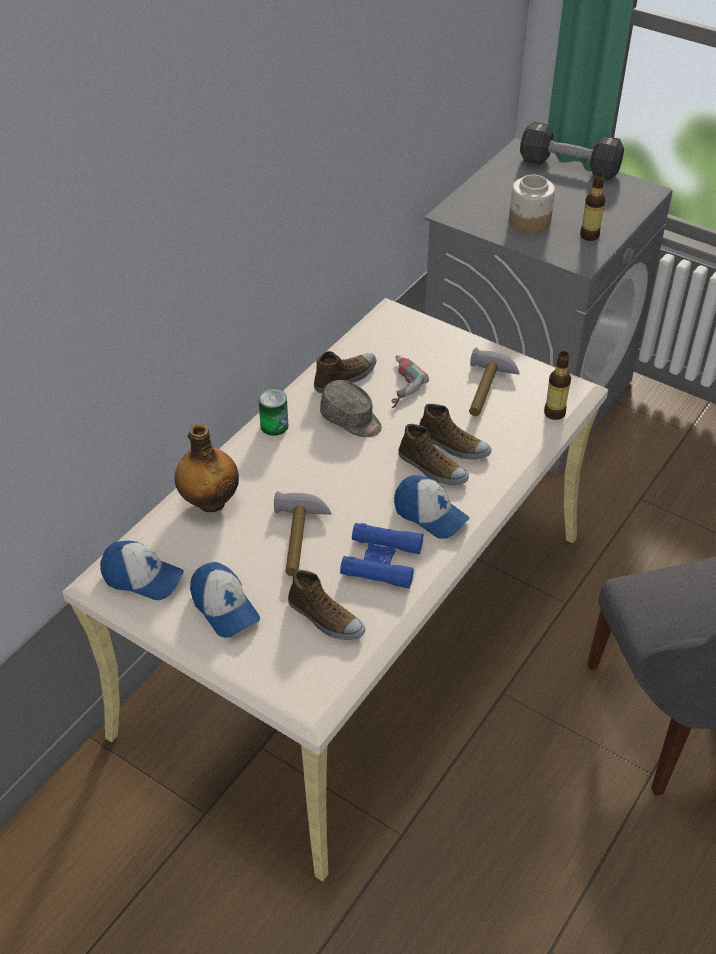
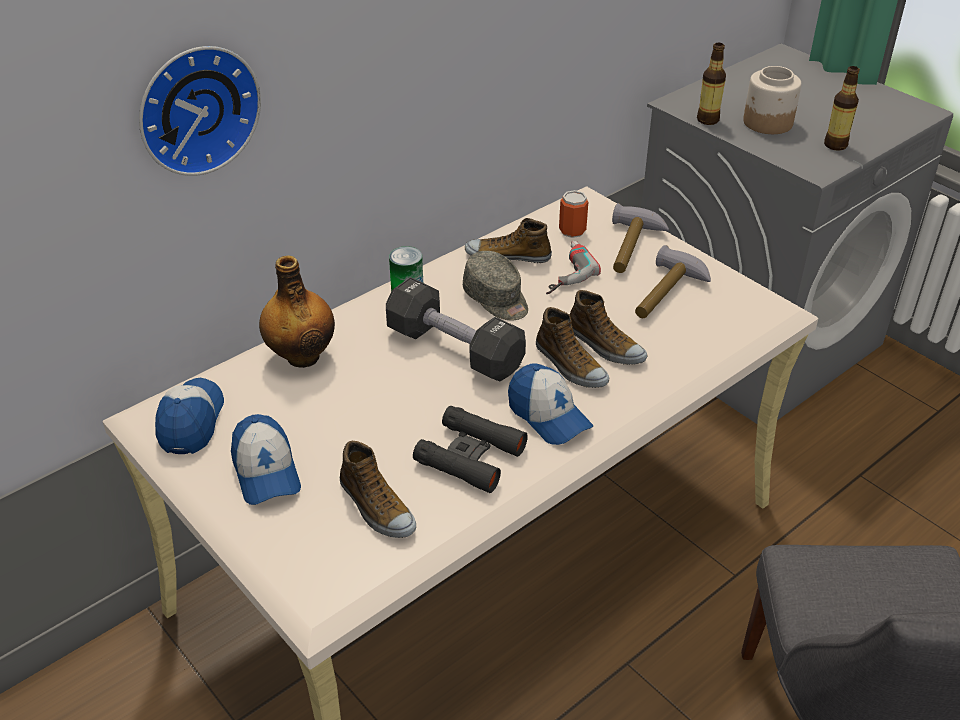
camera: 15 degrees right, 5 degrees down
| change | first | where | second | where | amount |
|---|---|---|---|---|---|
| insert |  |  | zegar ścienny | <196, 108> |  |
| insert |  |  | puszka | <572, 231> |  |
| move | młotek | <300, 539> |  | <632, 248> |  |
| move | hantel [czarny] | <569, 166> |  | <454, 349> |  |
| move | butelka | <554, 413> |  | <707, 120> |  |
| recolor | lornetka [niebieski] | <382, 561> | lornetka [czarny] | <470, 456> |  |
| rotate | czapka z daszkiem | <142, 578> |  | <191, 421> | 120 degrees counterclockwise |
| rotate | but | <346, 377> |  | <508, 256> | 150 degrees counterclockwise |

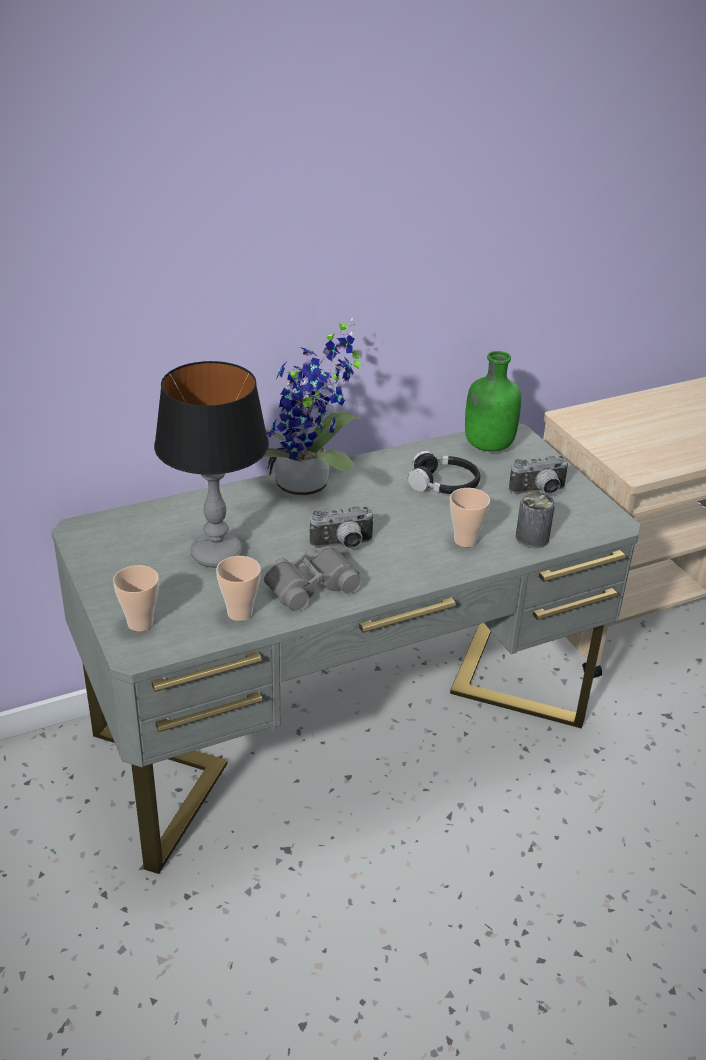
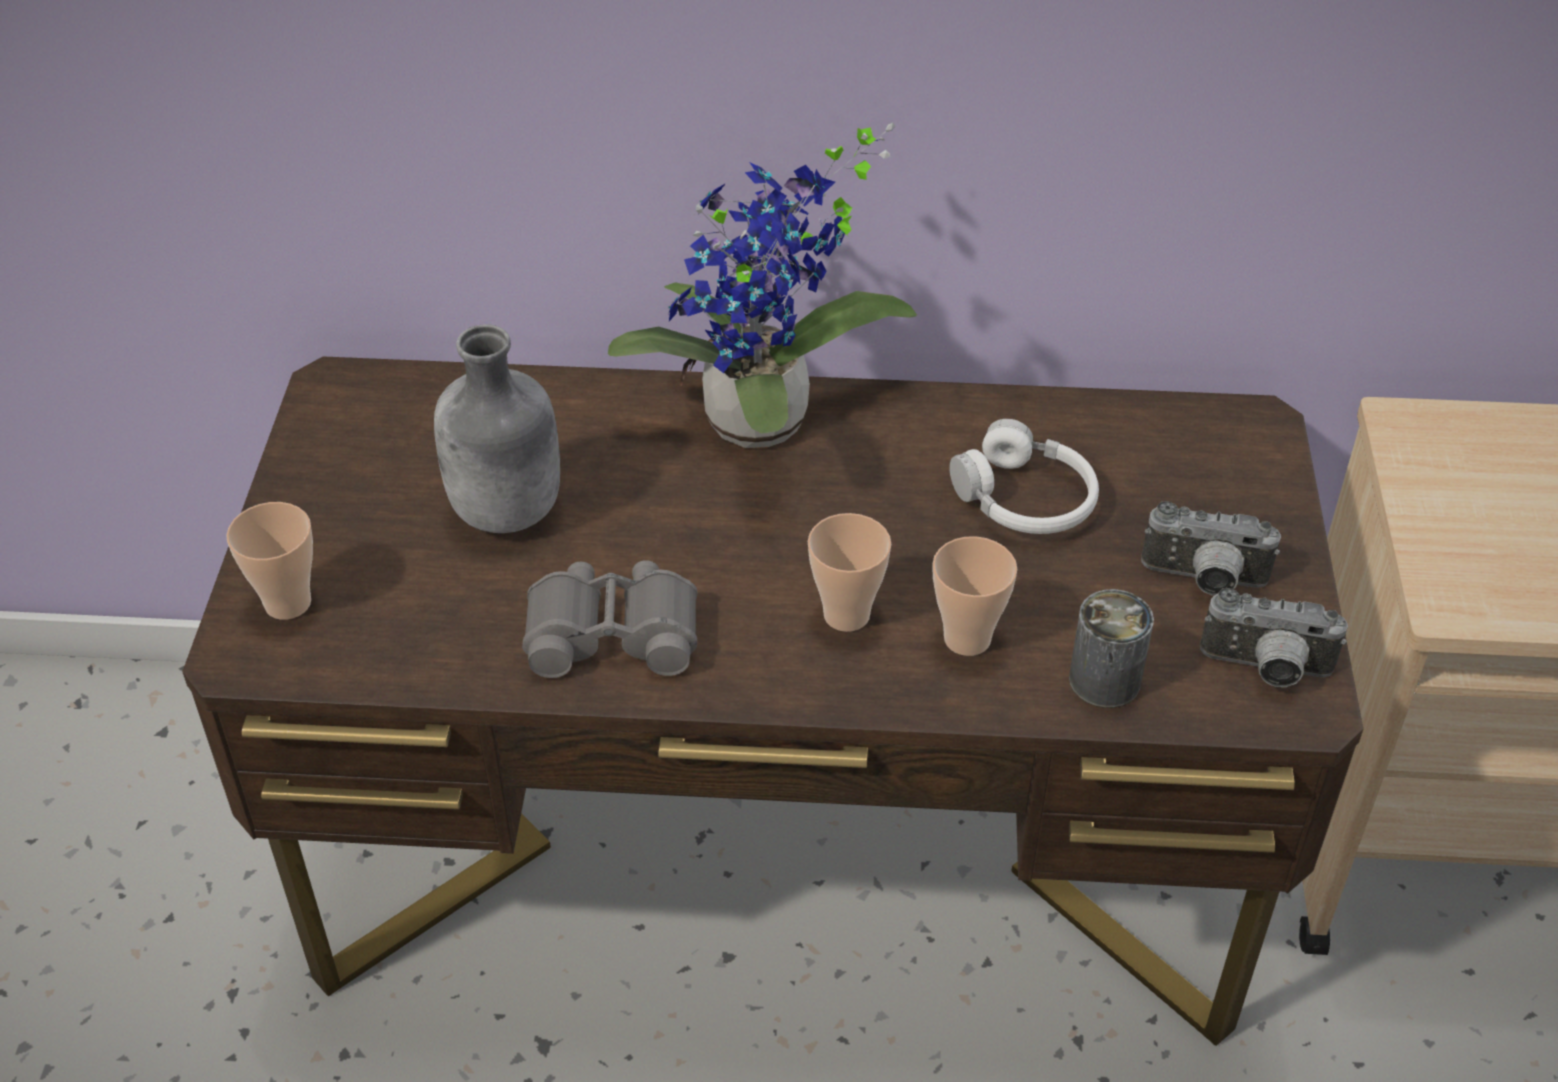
camera: 30 degrees right, 10 degrees up
| change | first | where | second | where | amount |
|---|---|---|---|---|---|
| delete | butelka [zielony] | <487, 445> |  |  |  |
| move | filiżanka | <240, 613> |  | <846, 615> |  |
| move | aparat fotograficzny | <343, 546> |  | <1265, 670> |  |
| replace | lampa stołowa | <217, 555> | butelka [szary] | <507, 512> |  |
| recolor | biurko [szary] | <343, 728> | biurko [brązowy] | <779, 861> |  |
| recolor | słuchawki [czarny] | <444, 484> | słuchawki [biały] | <1024, 499> |  |

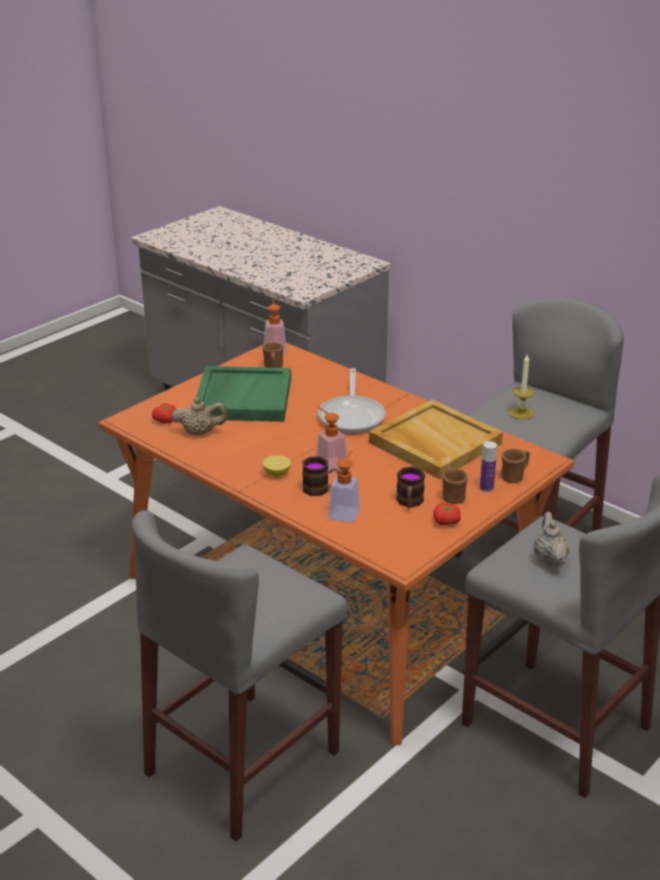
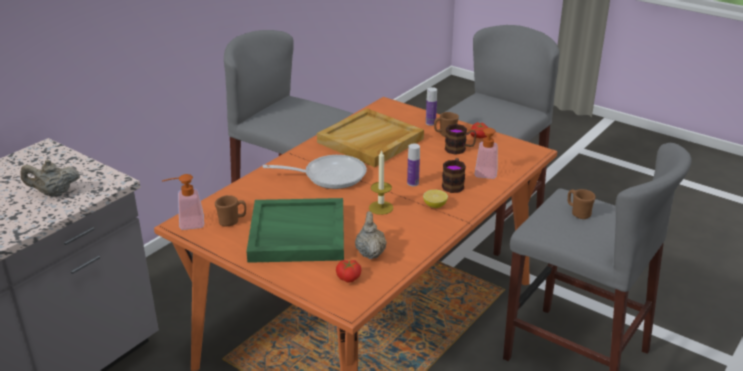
camera: 95 degrees left, 0 degrees up
| change | first | where | second | where | amount |
|---|---|---|---|---|---|
| move | kubek [brązowy] | <514, 476> |  | <578, 213> |  |
| move | świeca | <521, 413> |  | <381, 208> |  |
| move | imbryk [beżowy] | <549, 558> |  | <54, 193> |  |
| replace | dozownik mydła | <328, 464> | butelka | <413, 183> |  |

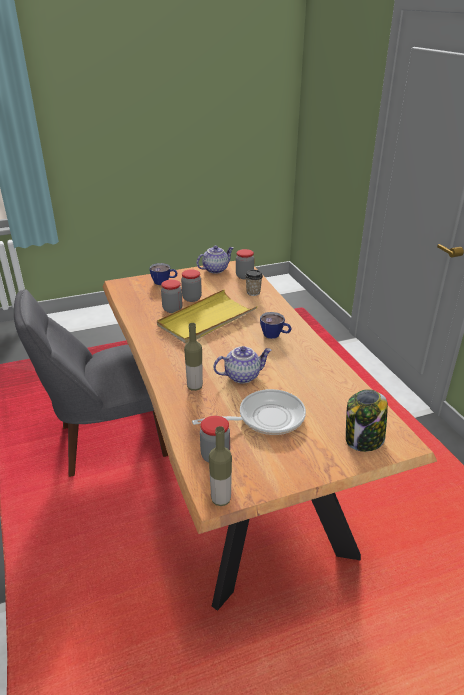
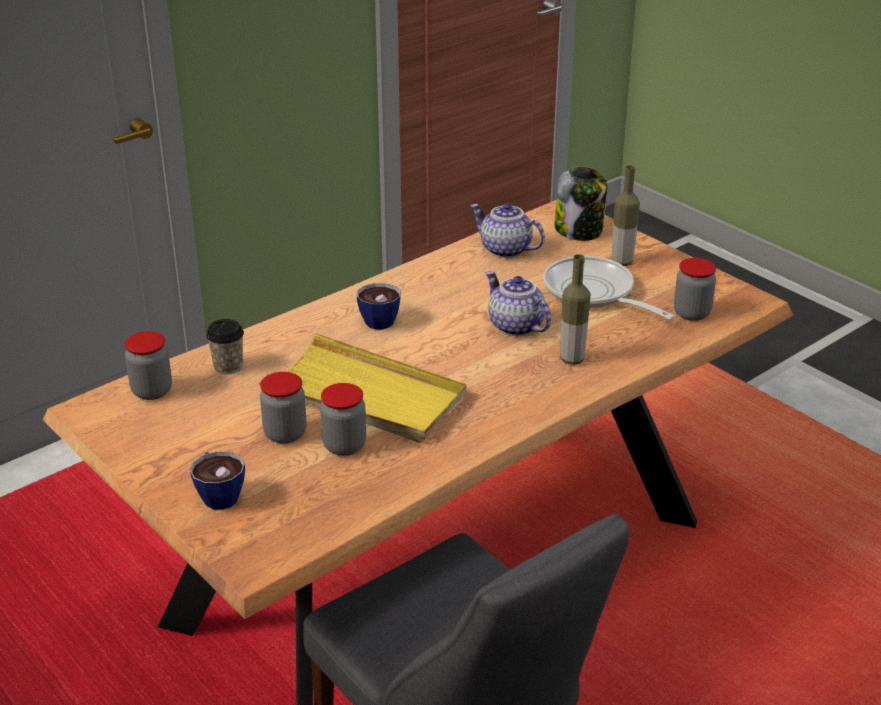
camera: 110 degrees left, 0 degrees up
| change | first | where | second | where | amount |
|---|---|---|---|---|---|
| move | imbryk | <215, 269> |  | <504, 250> |  |
| move | butelka | <221, 499> |  | <622, 262> |  |

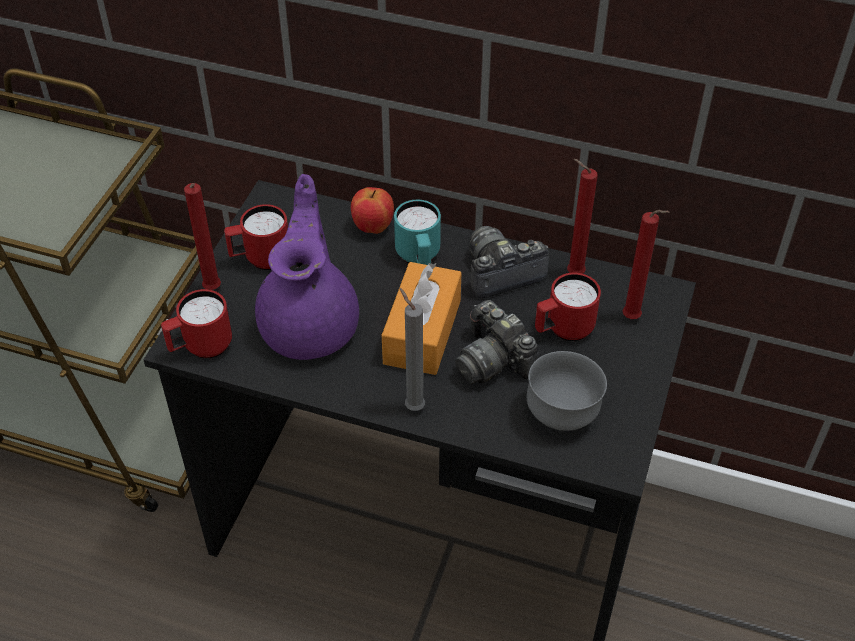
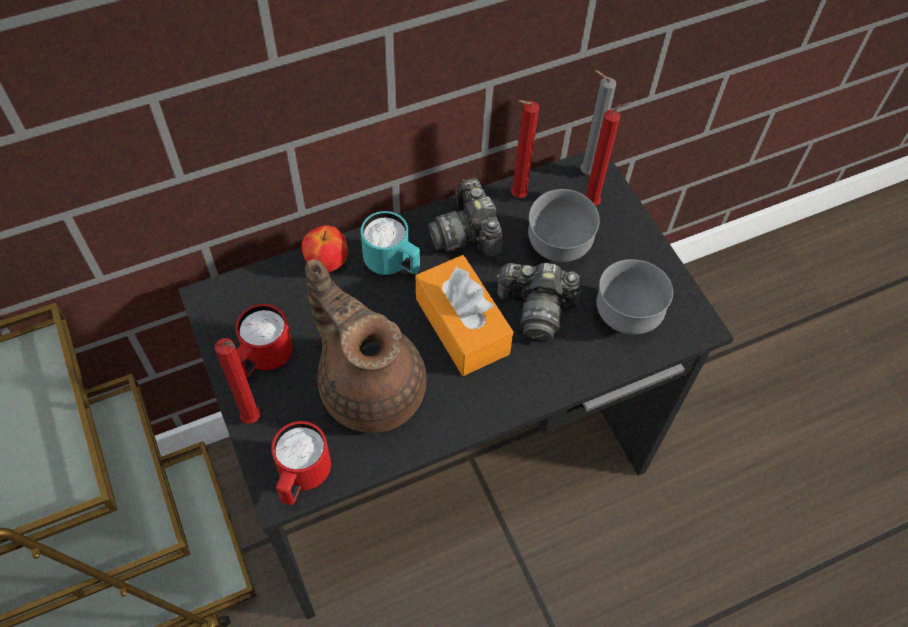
camera: 45 degrees left, 10 degrees up
| change | first | where | second | where | amount |
|---|---|---|---|---|---|
| move | świeca [szary] | <412, 405> |  | <584, 172> |  |
| replace | kubek [czerwony] | <563, 330> | miska [szary] | <557, 248> |  |
| recolor | imbryk [fioletowy] | <311, 324> | imbryk [brązowy] | <370, 385> |  |
| rotate | aparat fotograficzny | <501, 273> |  | <467, 233> | 45 degrees counterclockwise |

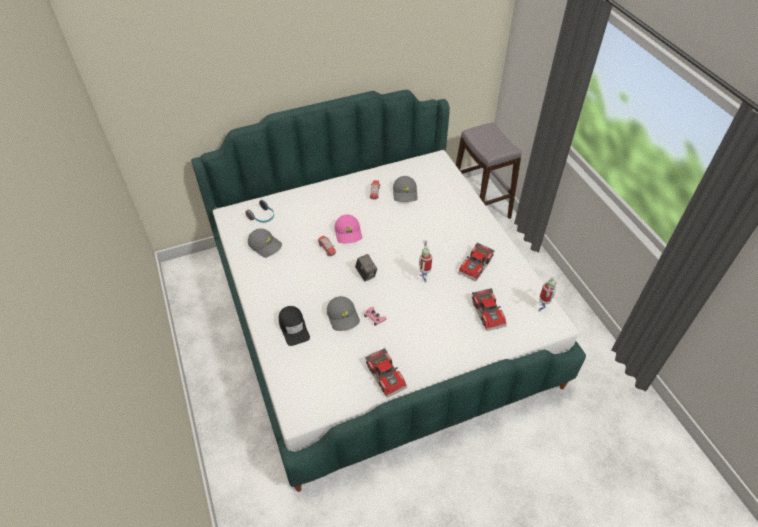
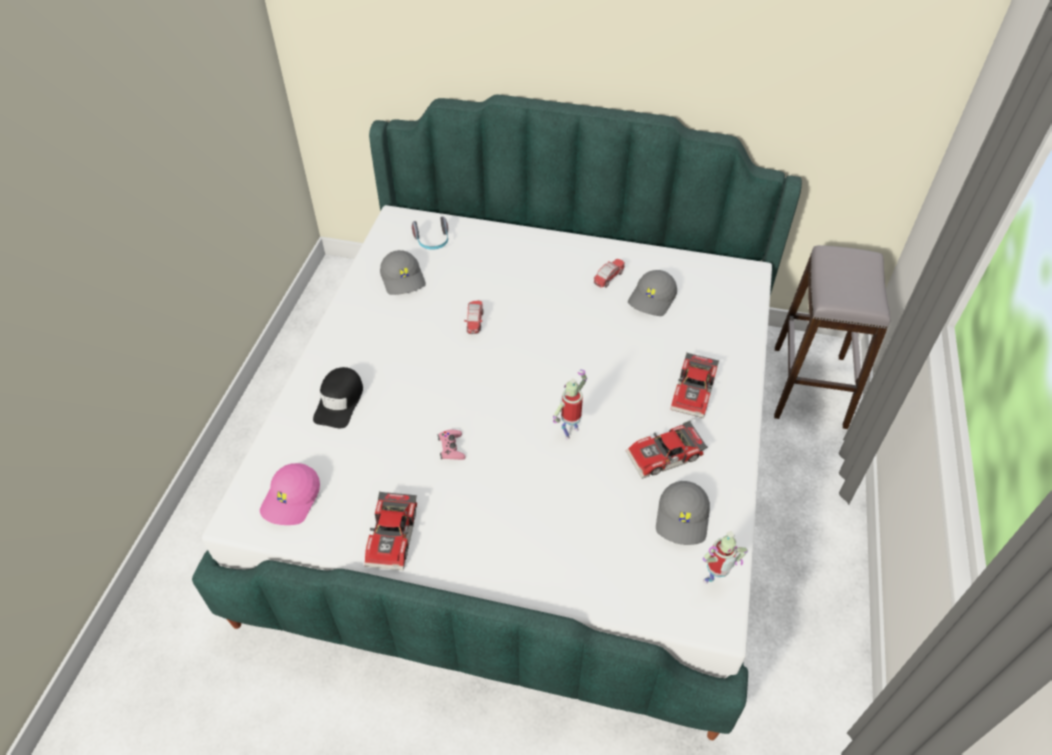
camera: 35 degrees right, 0 degrees up
| change | first | where | second | where | amount |
|---|---|---|---|---|---|
| delete | aparat fotograficzny | <366, 274> |  |  |  |
| move | czapka z daszkiem [szary] | <343, 317> |  | <683, 519> |  |
| move | czapka z daszkiem [różowy] | <348, 233> |  | <292, 500> |  |
| move | samochodzik | <489, 312> |  | <695, 391> |  |

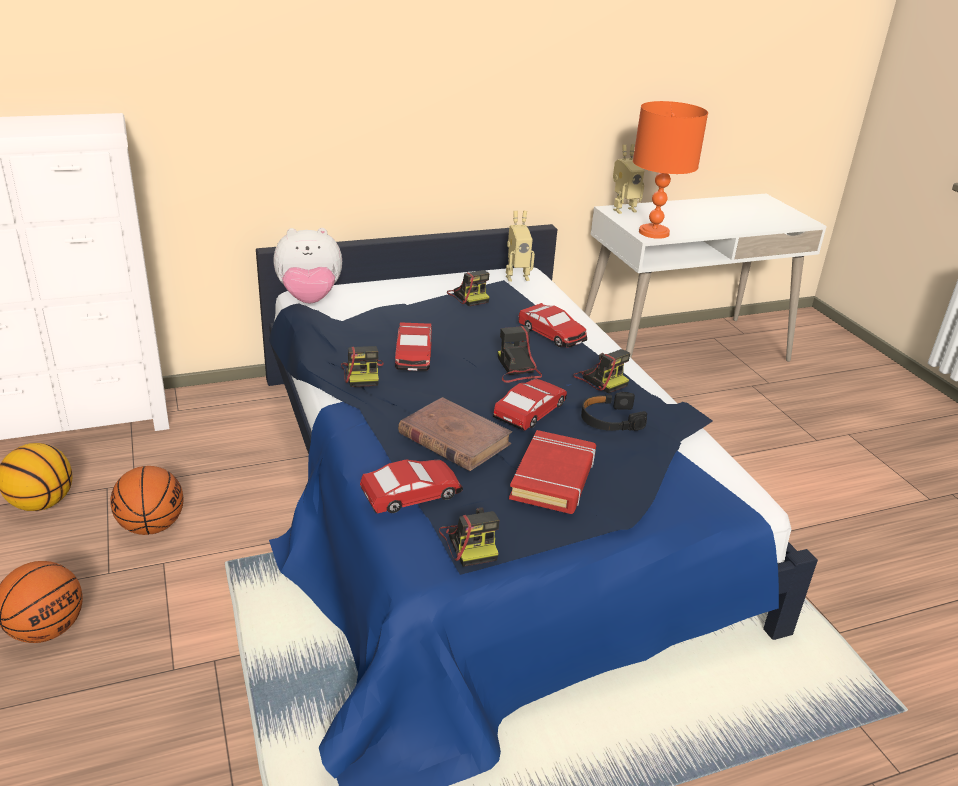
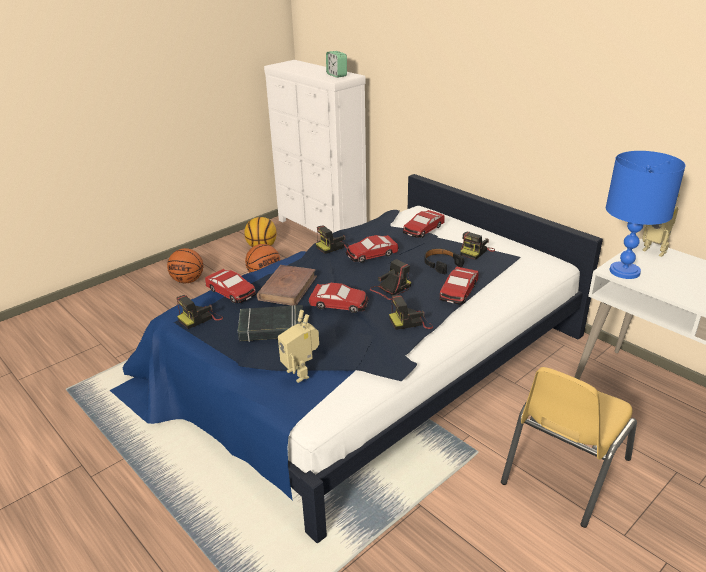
camera: 70 degrees right, 0 degrees up
| change | first | where | second | where | amount |
|---|---|---|---|---|---|
| delete | pluszak | <309, 299> |  |  |  |
| insert |  |  | budzik | <336, 75> |  |
| insert |  |  | samochodzik | <423, 229> |  |
| insert |  |  | krzesło [żółty] | <564, 470> |  |
| move | robot zabawkowy | <516, 276> |  | <301, 372> |  |
| move | słuchawki [czarny] | <610, 420> |  | <441, 264> |  |
| recolor | książka [czerwony] | <553, 478> | książka [czarny] | <272, 328> |  |
| recolor | lampa stołowa [pomarańczowy] | <653, 232> | lampa stołowa [niebieski] | <625, 271> |  |
| rotate | aparat fotograficzny | <600, 379> |  | <411, 322> | 45 degrees clockwise |

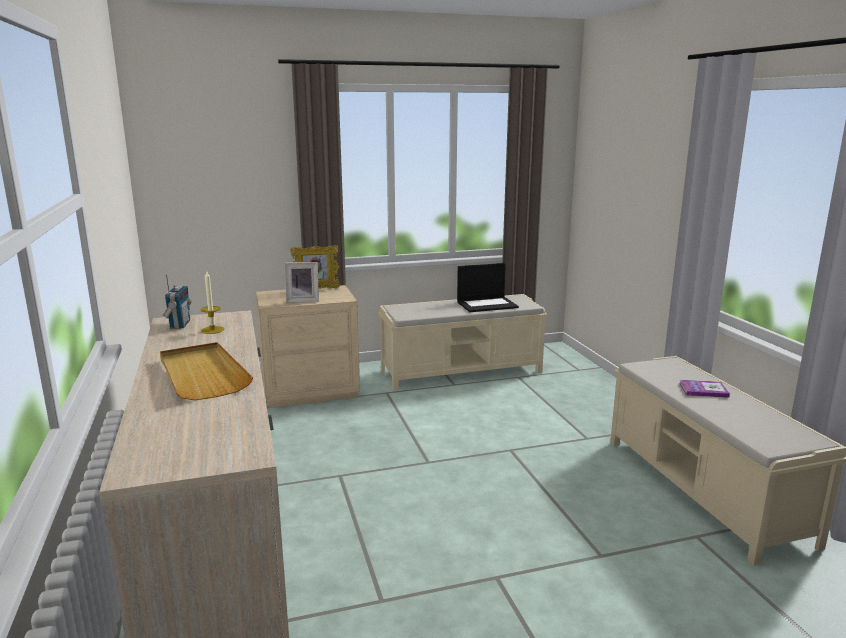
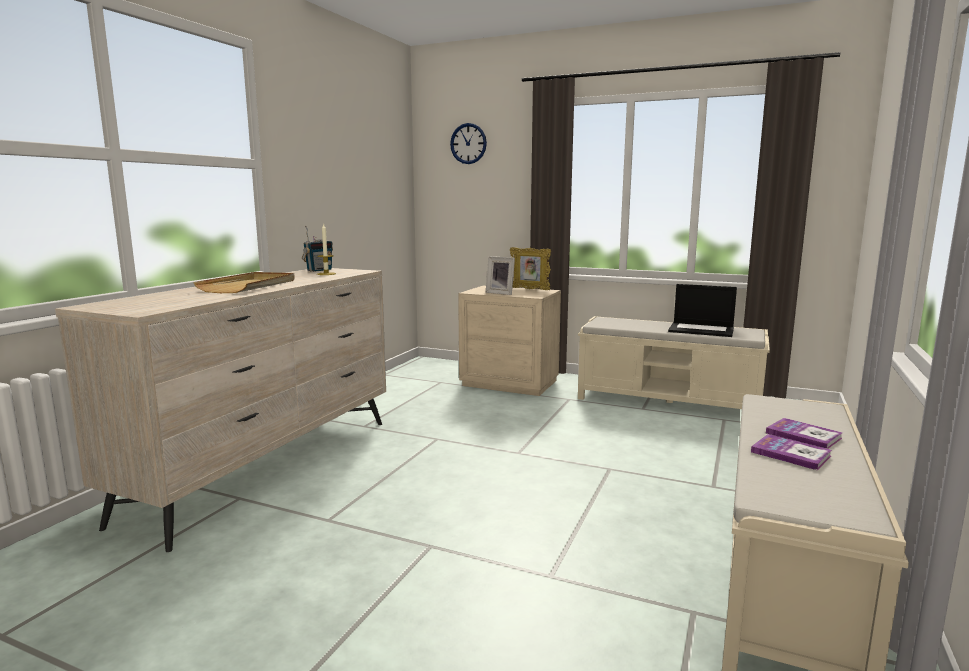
camera: 40 degrees right, 5 degrees down
| change | first | where | second | where | amount |
|---|---|---|---|---|---|
| insert |  |  | zegar ścienny | <468, 143> |  |
| insert |  |  | książka | <790, 454> |  |

